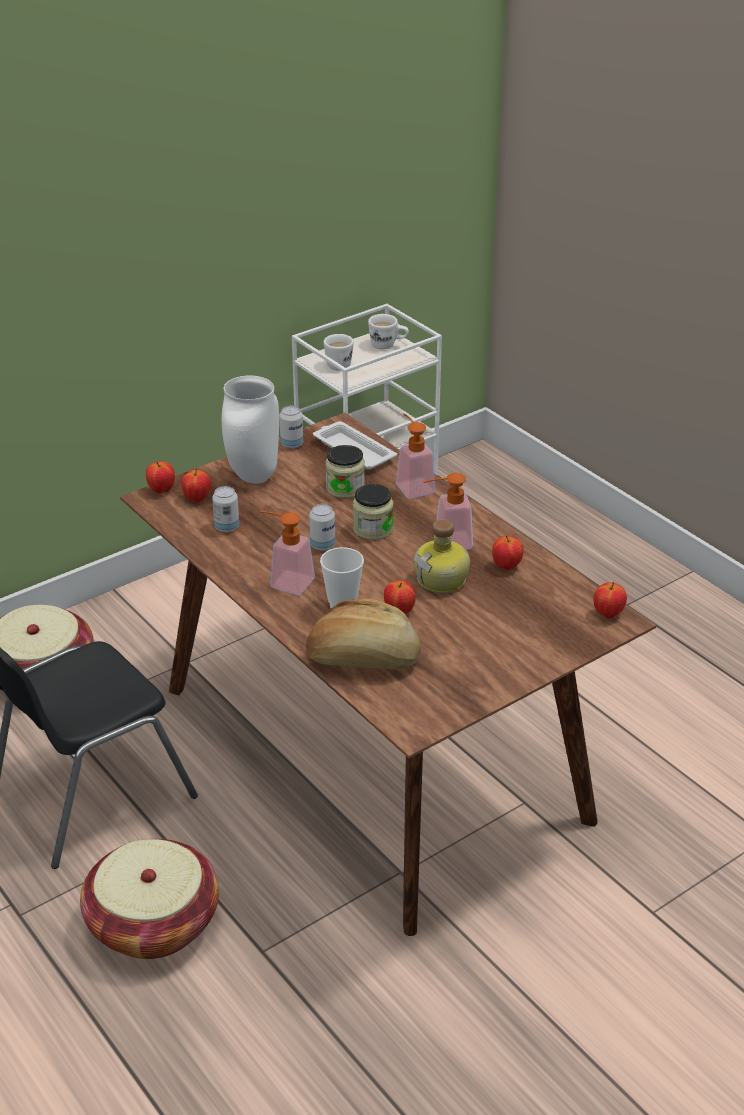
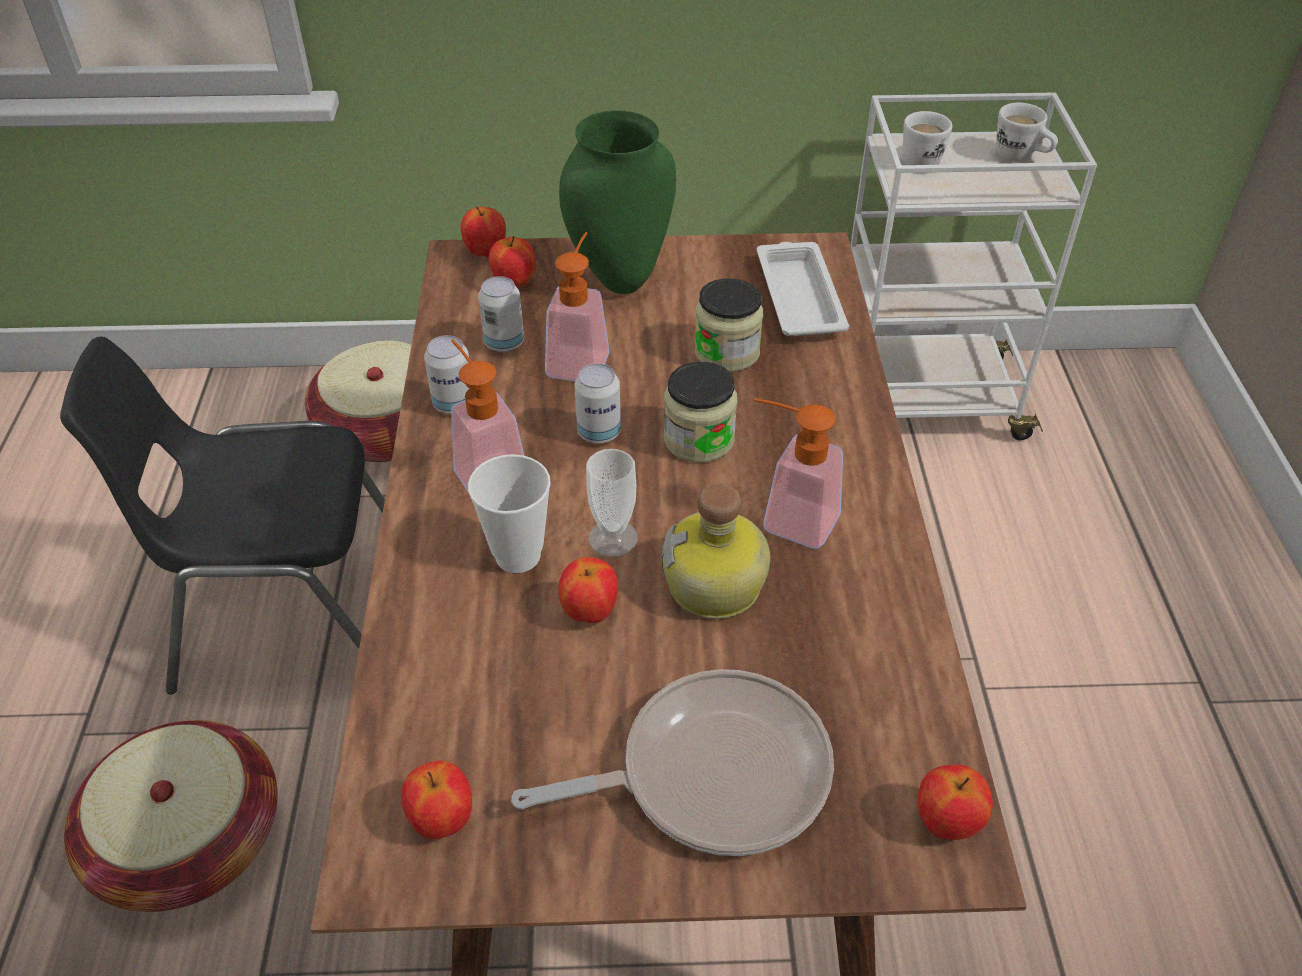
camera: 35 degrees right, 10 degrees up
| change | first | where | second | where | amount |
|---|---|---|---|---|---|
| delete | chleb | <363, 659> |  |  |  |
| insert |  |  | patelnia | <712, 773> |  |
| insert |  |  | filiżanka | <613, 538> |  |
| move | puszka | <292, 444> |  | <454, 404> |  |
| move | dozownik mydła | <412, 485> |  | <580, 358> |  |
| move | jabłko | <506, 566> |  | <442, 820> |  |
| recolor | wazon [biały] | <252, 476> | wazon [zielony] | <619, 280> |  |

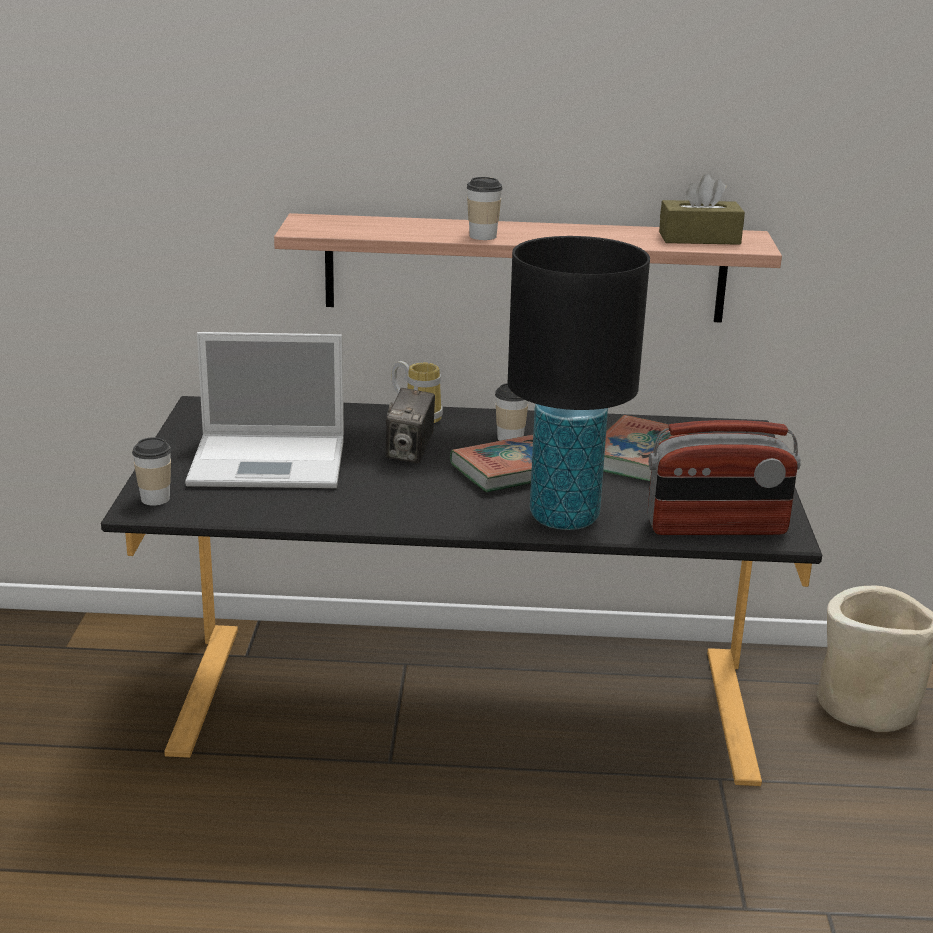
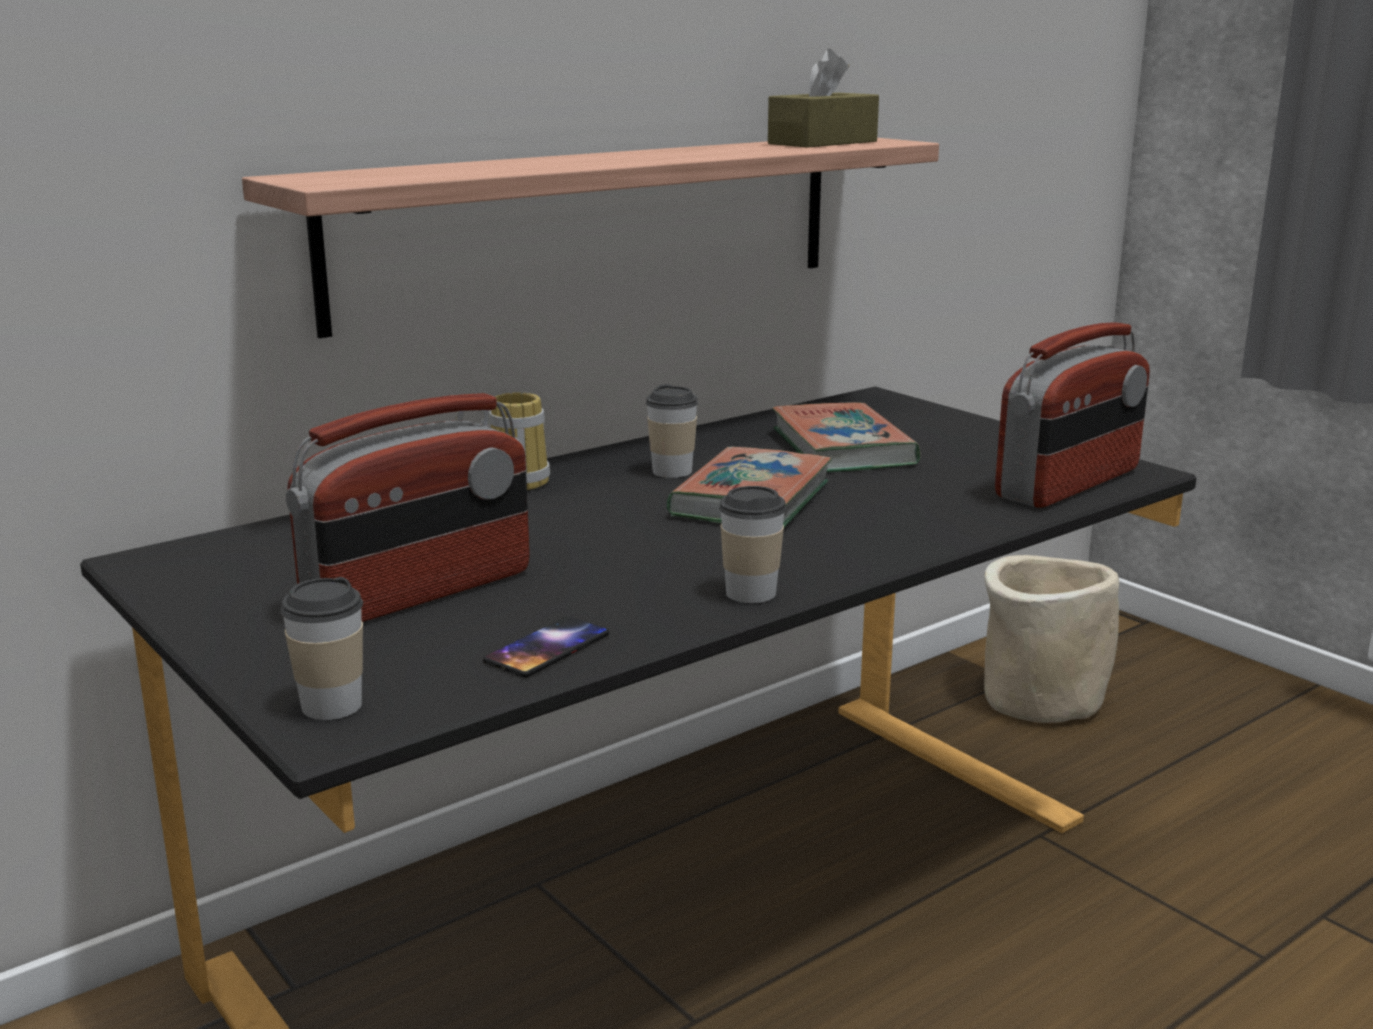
camera: 40 degrees left, 5 degrees down
| change | first | where | second | where | amount |
|---|---|---|---|---|---|
| delete | aparat fotograficzny | <410, 453> |  |  |  |
| delete | lampa stołowa [czarny] | <564, 517> |  |  |  |
| insert |  |  | telefon | <547, 648> |  |
| move | filiżanka | <483, 236> |  | <751, 593> |  |
| replace | laptop | <271, 462> | radio | <420, 593> |  |

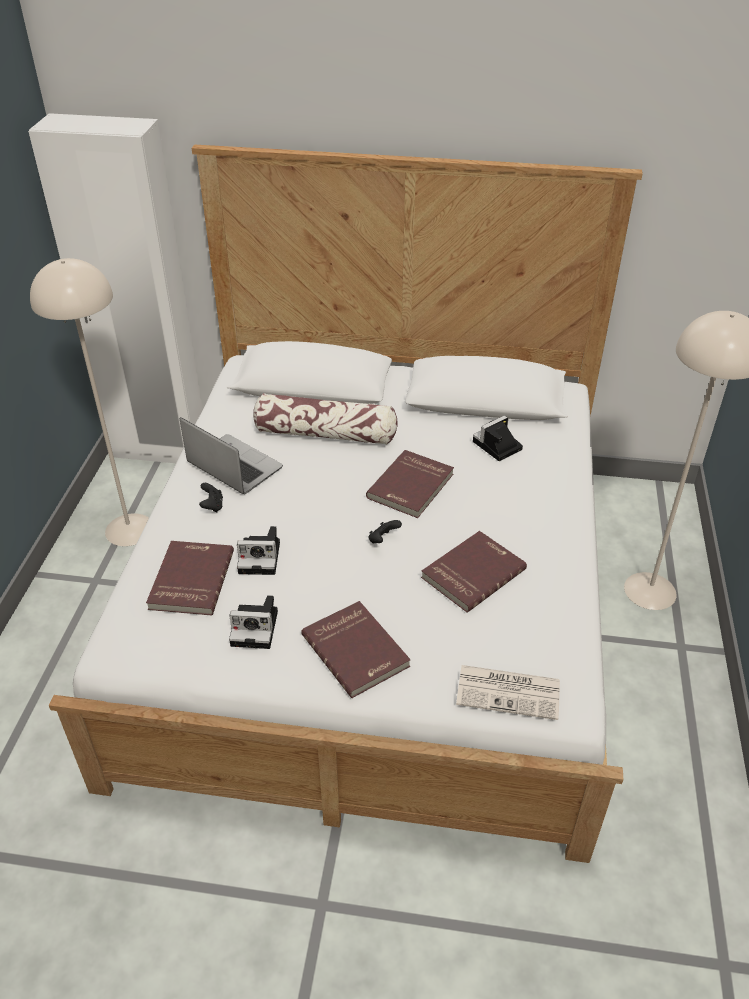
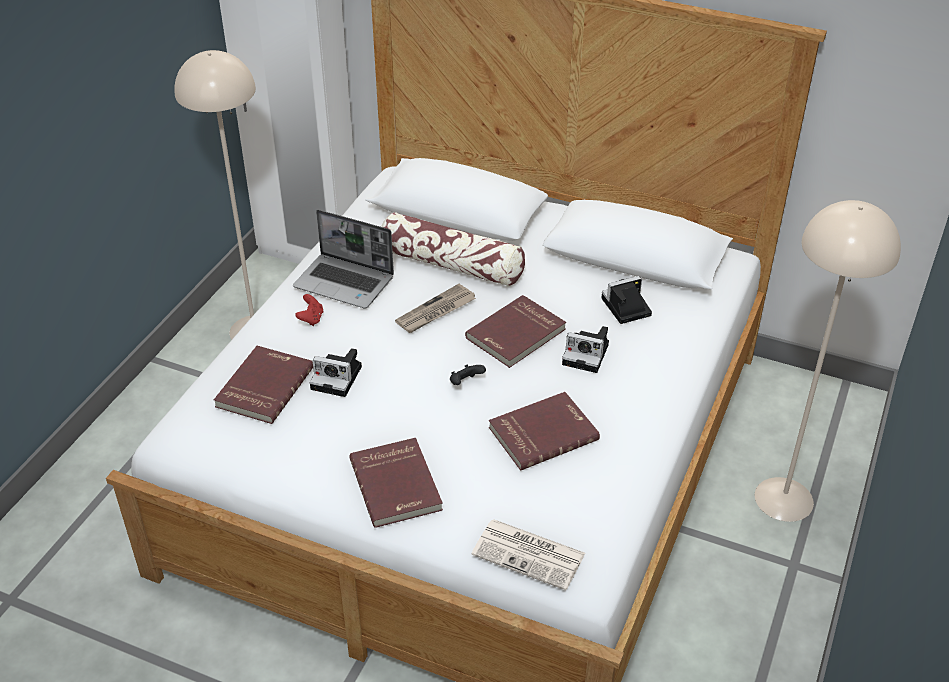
camera: 15 degrees right, 0 degrees up
| change | first | where | second | where | amount |
|---|---|---|---|---|---|
| insert |  |  | gazeta | <436, 312> |  |
| move | aparat fotograficzny | <257, 628> |  | <587, 354> |  |
| recolor | pad do gier [czarny] | <212, 506> | pad do gier [czerwony] | <311, 319> |  |
| rotate | laptop | <233, 466> |  | <345, 282> | 150 degrees clockwise |

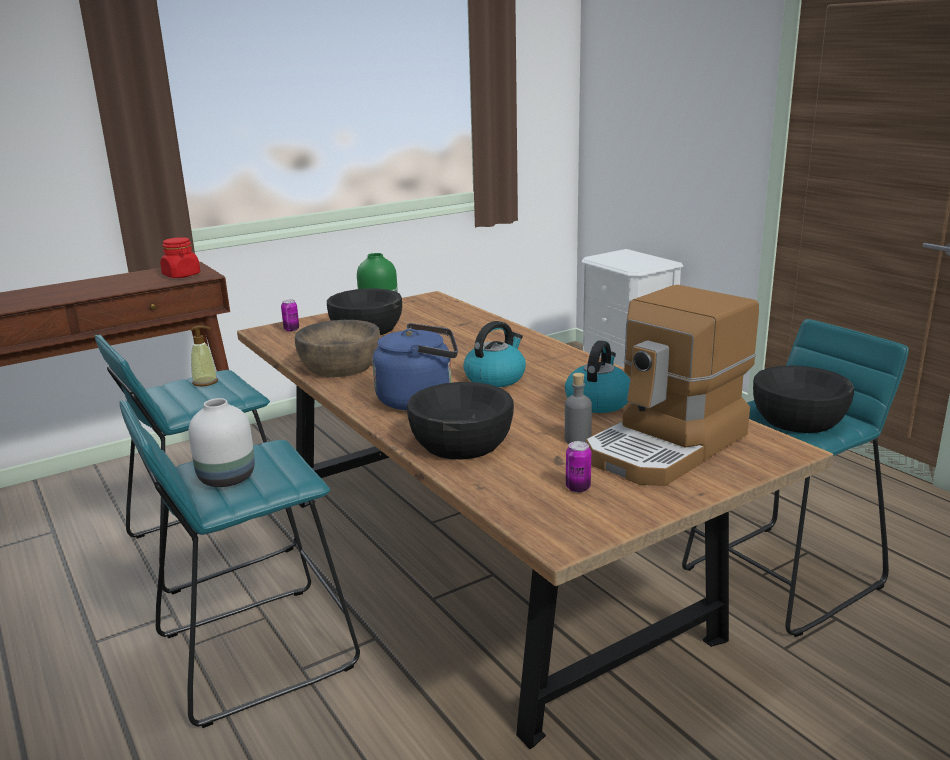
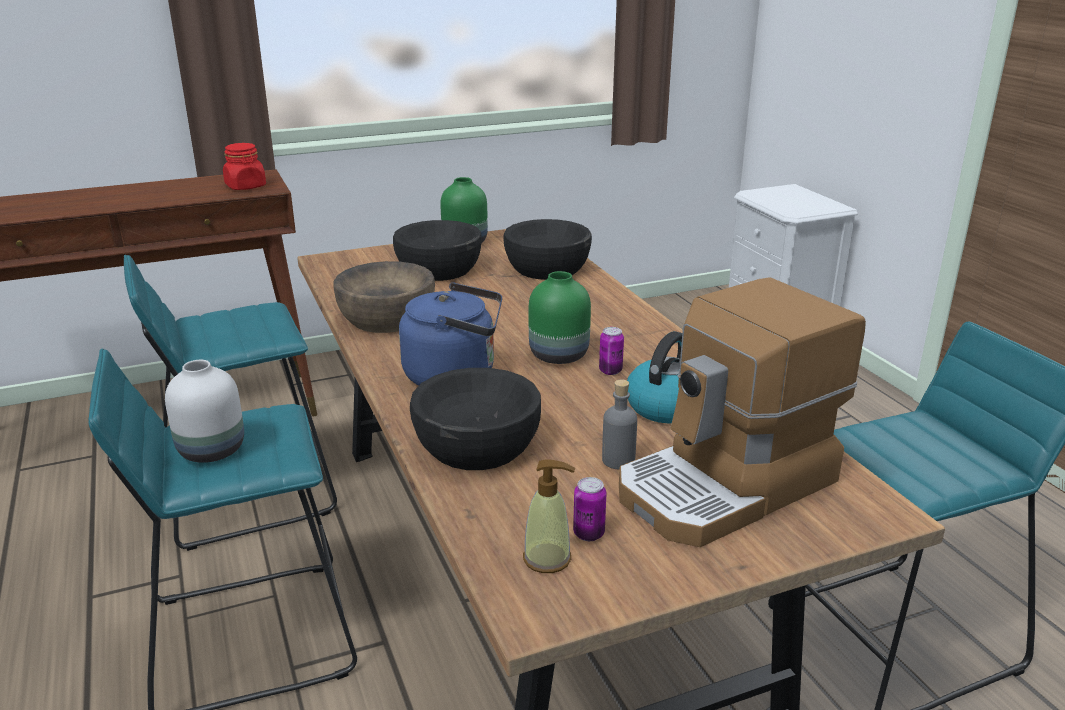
camera: 10 degrees right, 5 degrees up
| change | first | where | second | where | amount |
|---|---|---|---|---|---|
| move | dozownik mydła | <205, 382> |  | <547, 559> |  |
| move | puszka | <291, 329> |  | <610, 371> |  |
| move | miska [czarny] | <798, 418> |  | <547, 268> |  |
| replace | czajnik | <495, 378> | wazon [zielony] | <557, 355> |  |

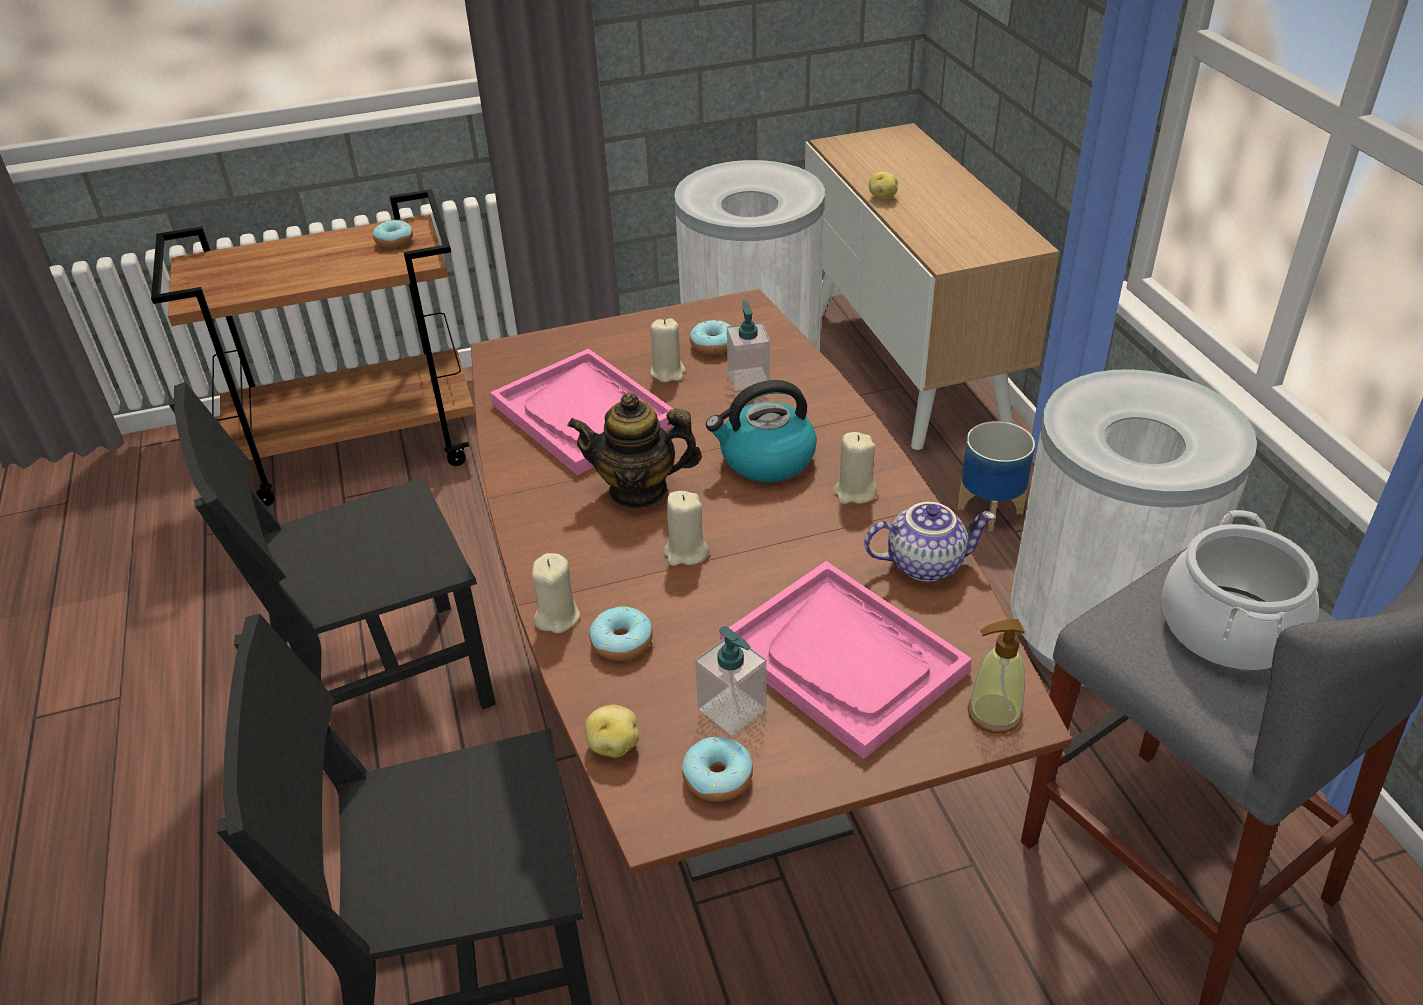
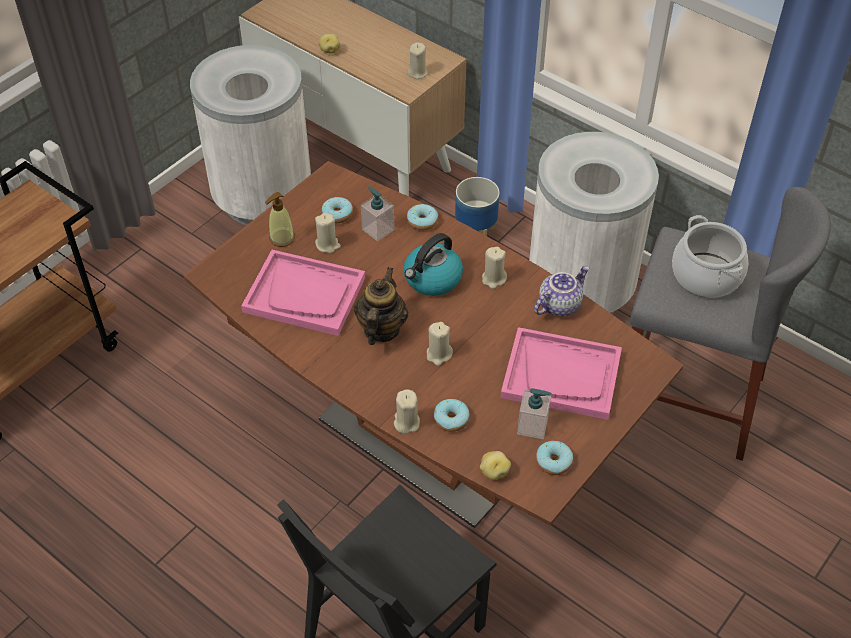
camera: 35 degrees left, 10 degrees up
| change | first | where | second | where | amount |
|---|---|---|---|---|---|
| delete | krzesło [czarny] | <383, 683> |  |  |  |
| insert |  |  | świeca [beżowy] | <417, 73> |  |
| move | donut | <394, 241> |  | <422, 221> |  |
| move | dozownik mydła | <994, 713> |  | <282, 238> |  |
| rotate | imbryk | <638, 490> |  | <381, 329> | 135 degrees clockwise |

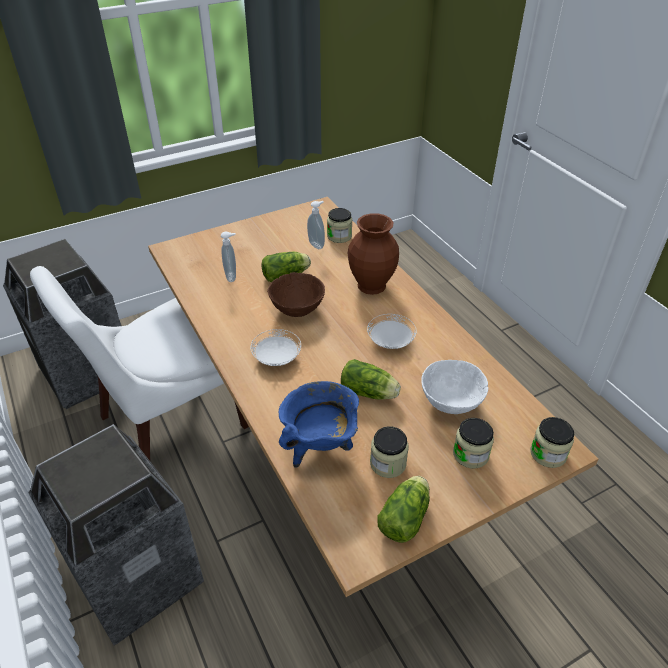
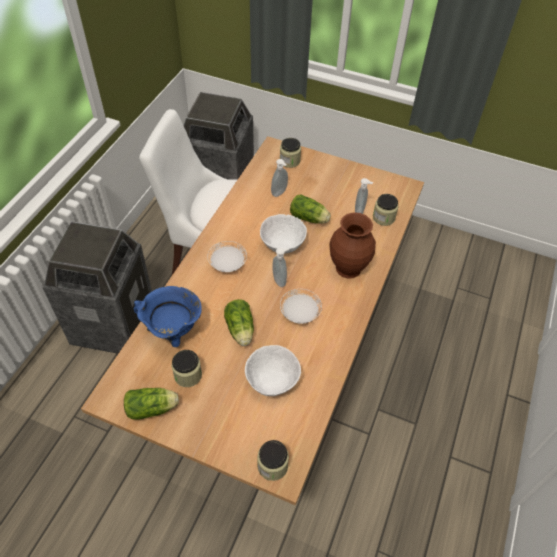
camera: 50 degrees right, 10 degrees up
| change | first | where | second | where | amount |
|---|---|---|---|---|---|
| insert |  |  | dozownik mydła | <280, 280> |  |
| move | słoik | <470, 454> |  | <289, 161> |  |
| recolor | miska [brązowy] | <297, 309> | miska [biały] | <282, 245> |  |

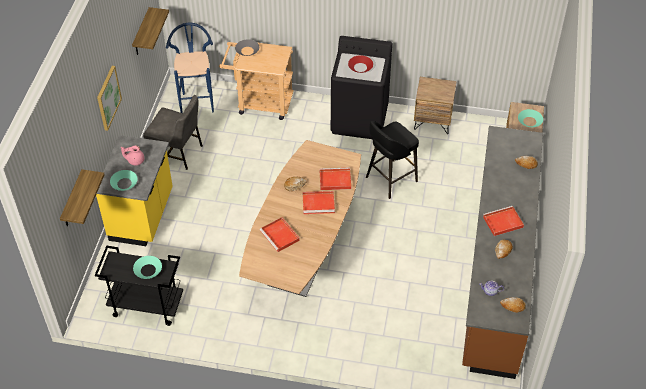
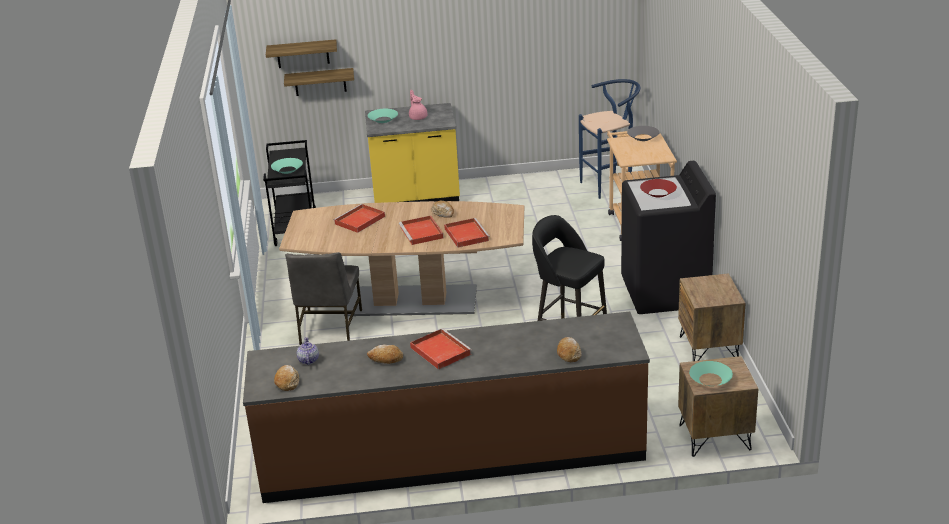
camera: 75 degrees right, 20 degrees down
| change | first | where | second | where | amount |
|---|---|---|---|---|---|
| delete | obraz | <108, 98> |  |  |  |
| move | półka | <141, 33> |  | <302, 54> |  |
| move | krzesło [szary] | <177, 152> |  | <329, 329> |  |

